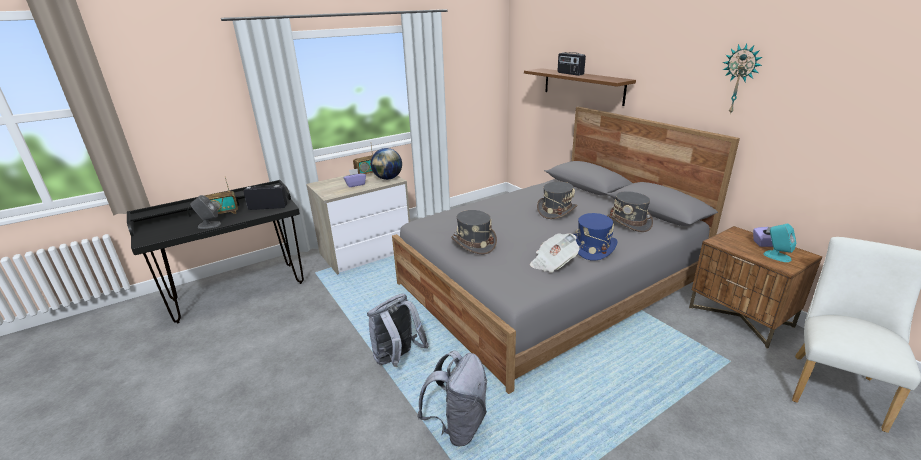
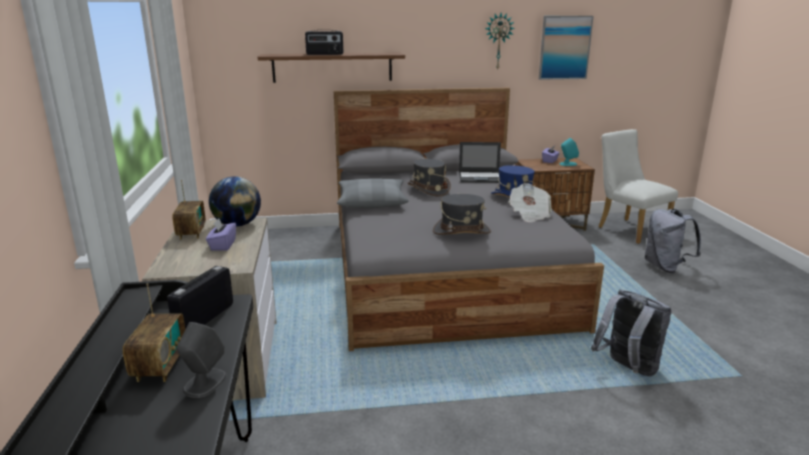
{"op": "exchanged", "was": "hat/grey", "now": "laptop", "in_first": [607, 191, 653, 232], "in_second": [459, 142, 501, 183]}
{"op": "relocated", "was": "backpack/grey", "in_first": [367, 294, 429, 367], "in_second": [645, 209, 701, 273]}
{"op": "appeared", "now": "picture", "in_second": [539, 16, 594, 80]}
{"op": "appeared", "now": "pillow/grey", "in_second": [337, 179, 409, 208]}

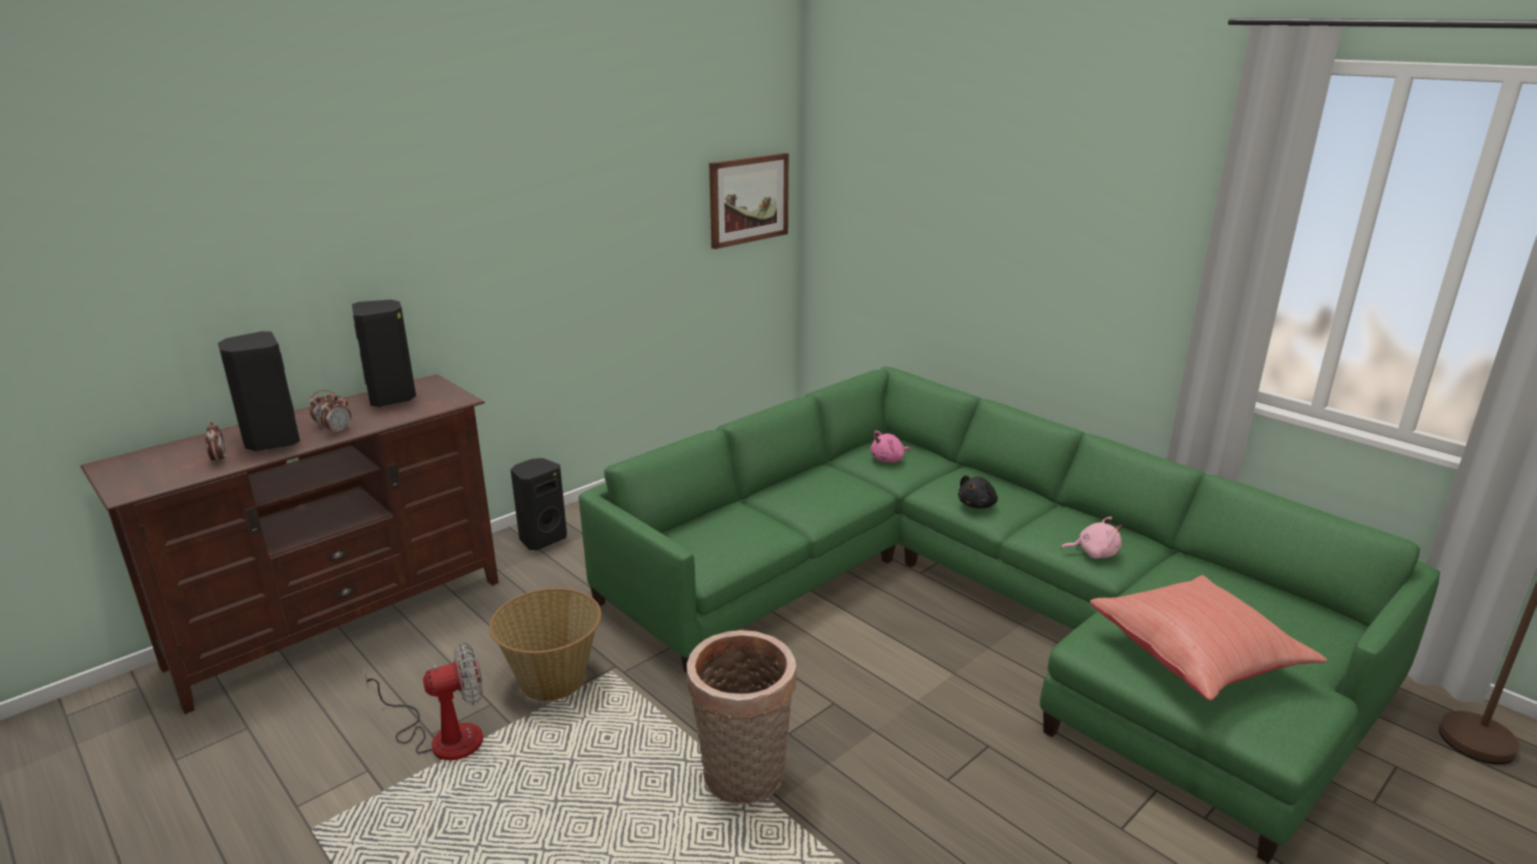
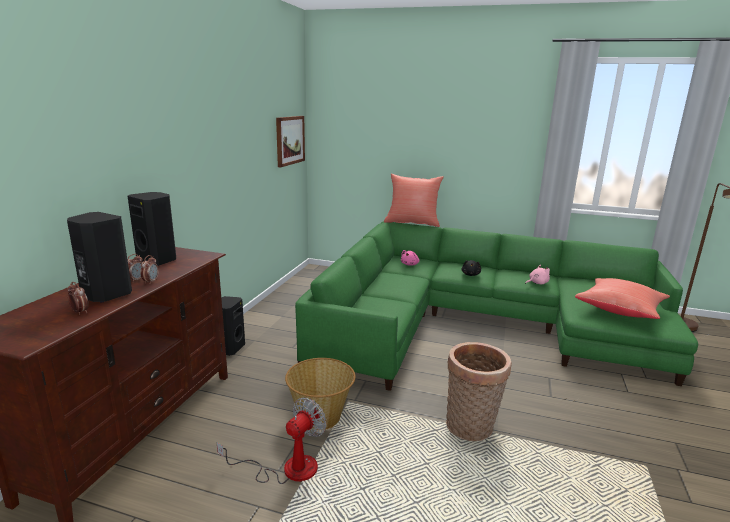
{"op": "appeared", "now": "pillow/red", "in_second": [384, 174, 444, 227]}

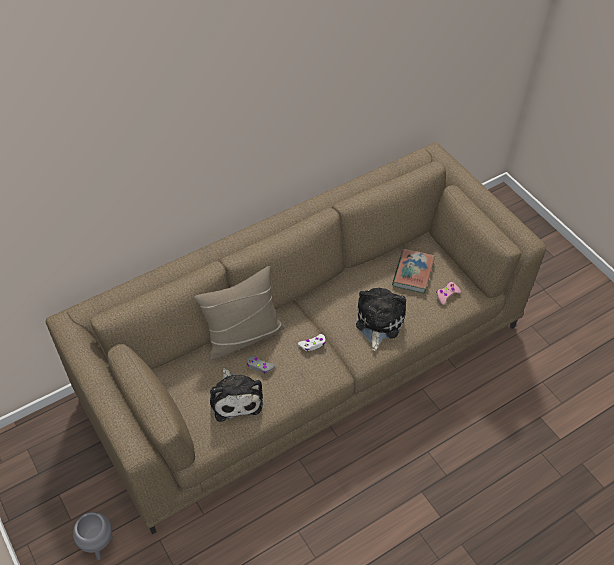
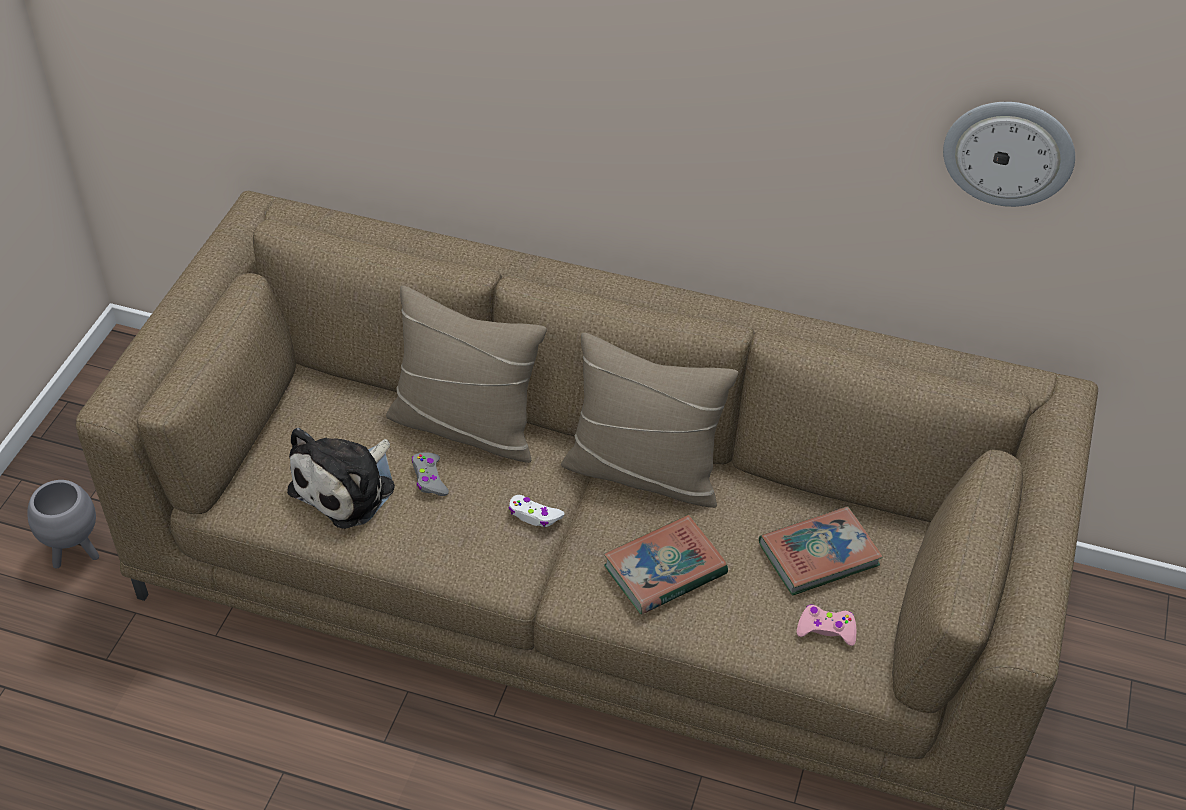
{"op": "exchanged", "was": "plush toy", "now": "book", "in_first": [356, 287, 406, 351], "in_second": [604, 515, 728, 615]}
{"op": "appeared", "now": "wall clock", "in_second": [943, 102, 1075, 207]}
{"op": "appeared", "now": "pillow/beige", "in_second": [561, 332, 738, 508]}

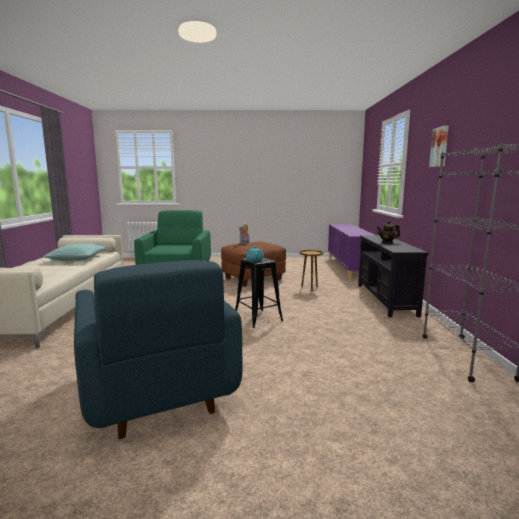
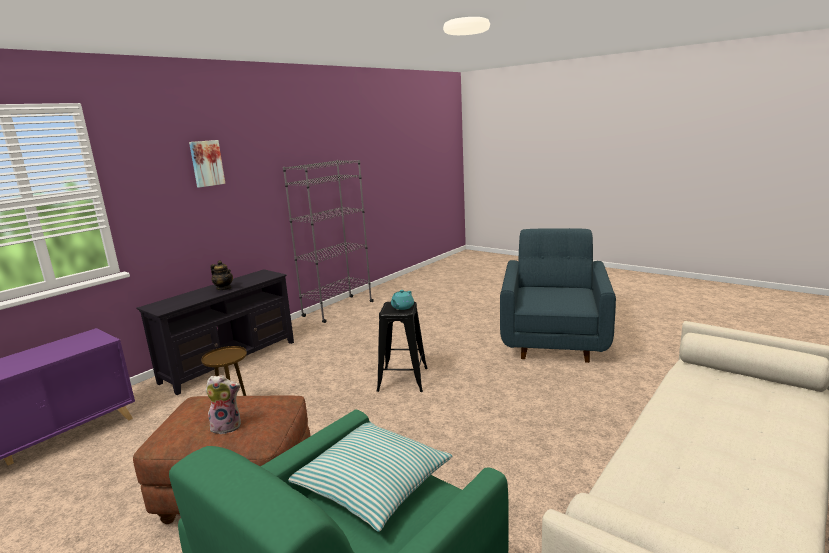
{"op": "relocated", "was": "pillow", "in_first": [43, 243, 107, 261], "in_second": [288, 422, 452, 532]}

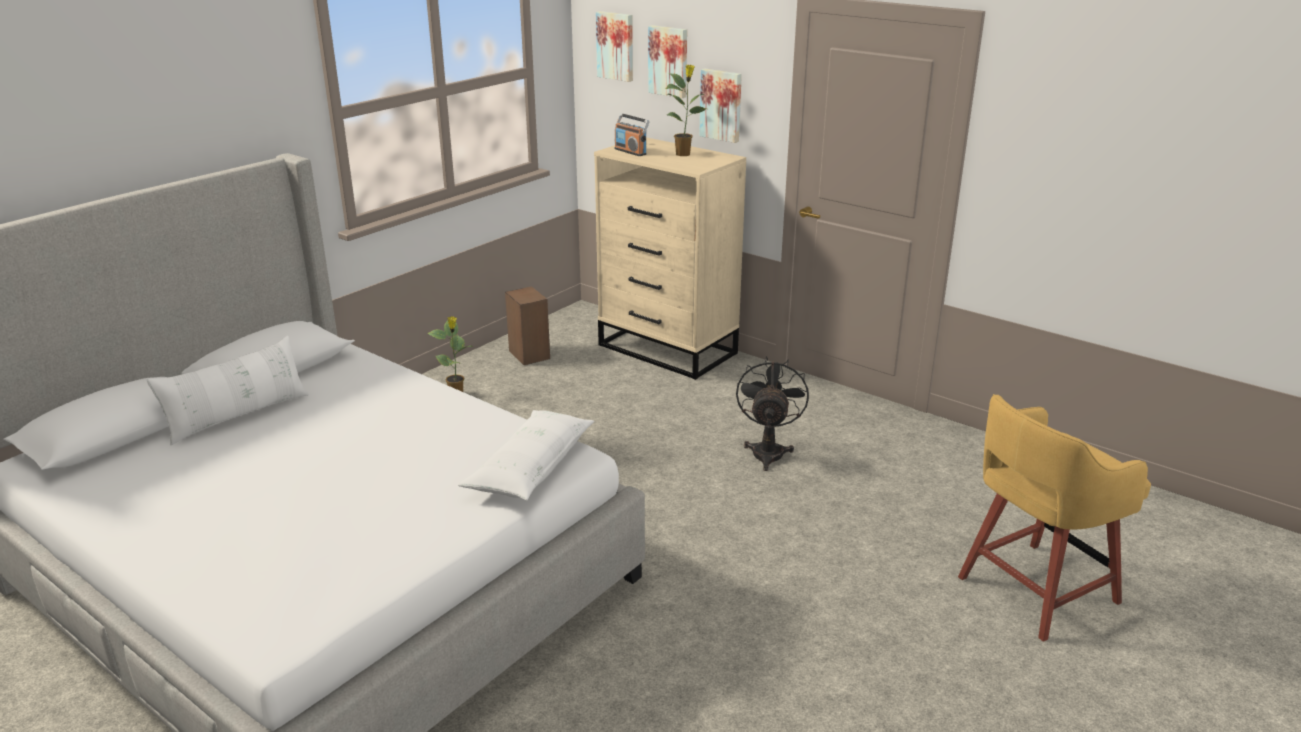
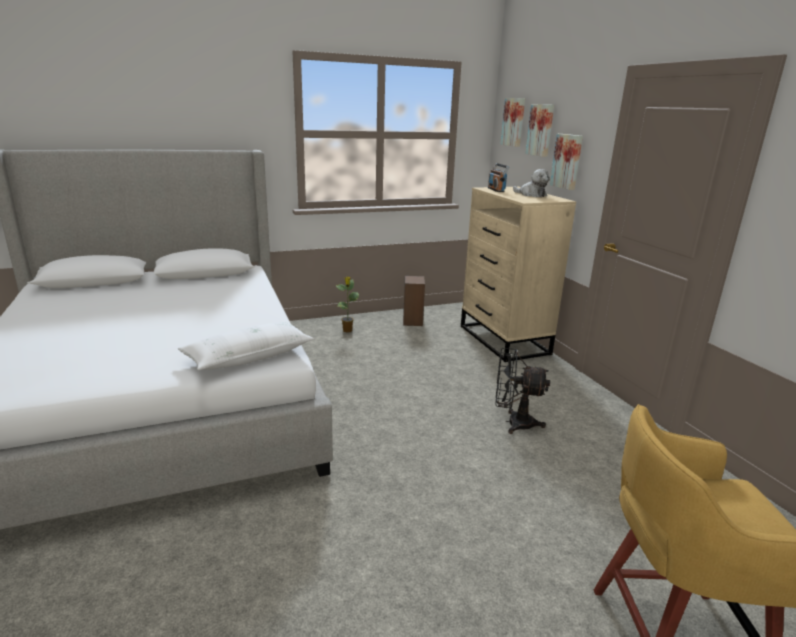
{"op": "exchanged", "was": "potted plant", "now": "plush toy", "in_first": [665, 65, 707, 156], "in_second": [513, 169, 550, 197]}
{"op": "missing", "was": "pillow/white", "in_first": [146, 336, 309, 445]}
{"op": "spun", "was": "fan/black", "in_first": [736, 356, 809, 471], "in_second": [496, 348, 550, 434], "clockwise": -120}

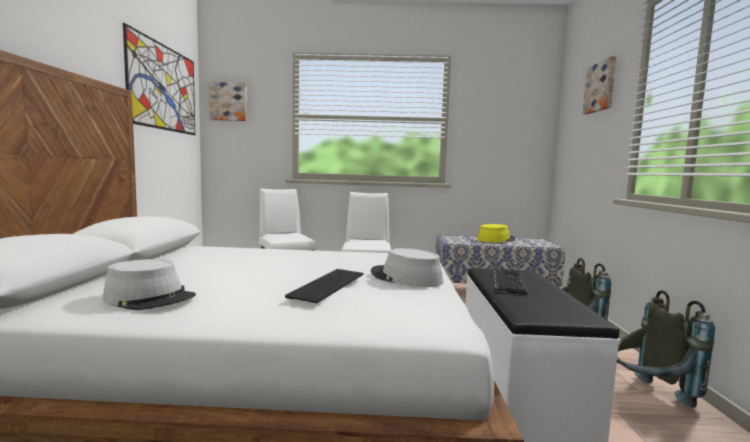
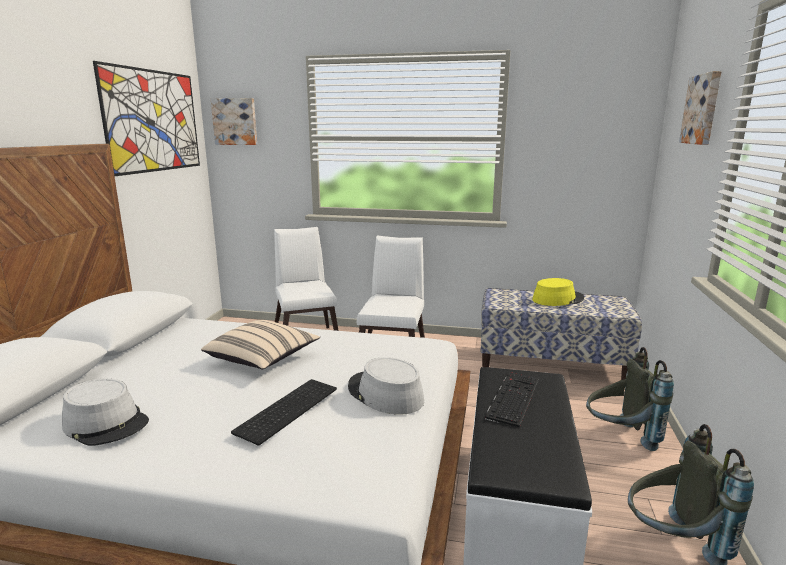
{"op": "appeared", "now": "pillow/beige", "in_second": [201, 320, 320, 370]}

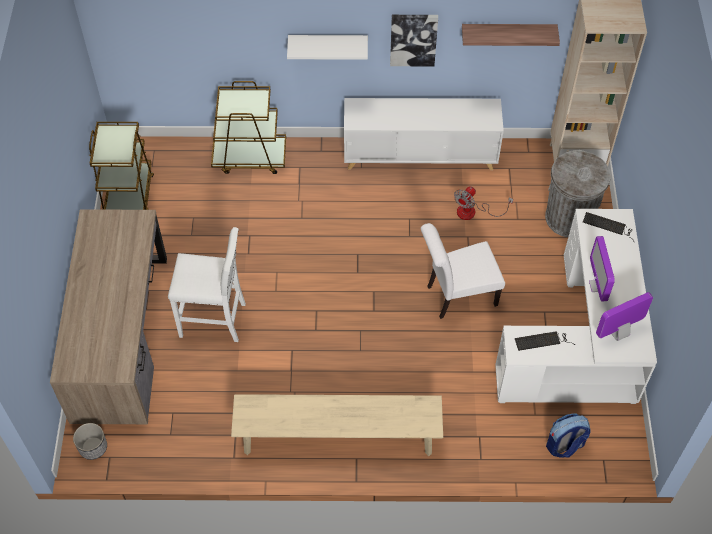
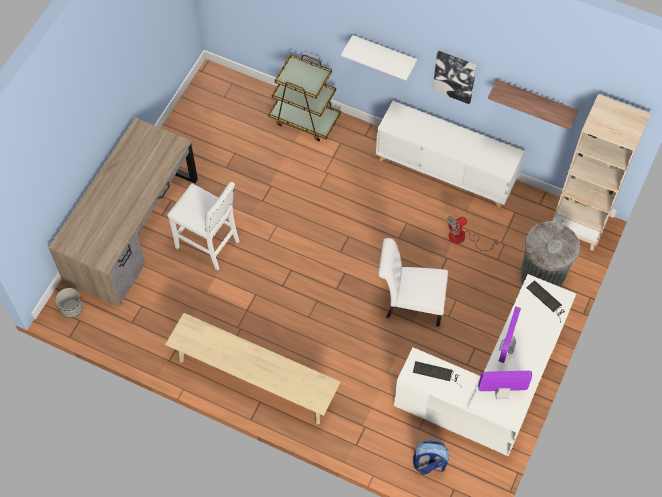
{"op": "missing", "was": "cart/brown", "in_first": [89, 122, 154, 210]}

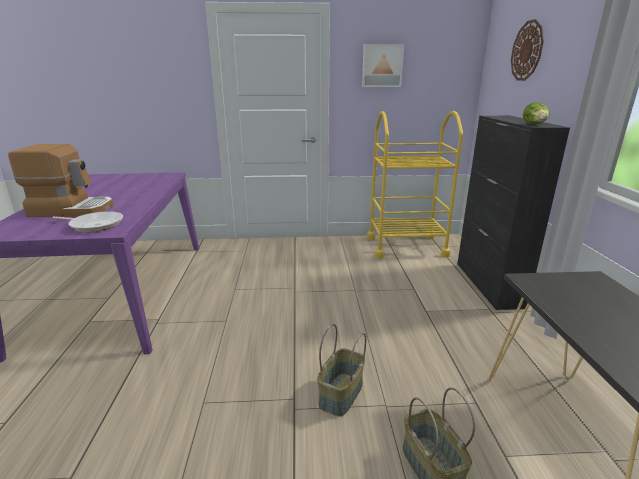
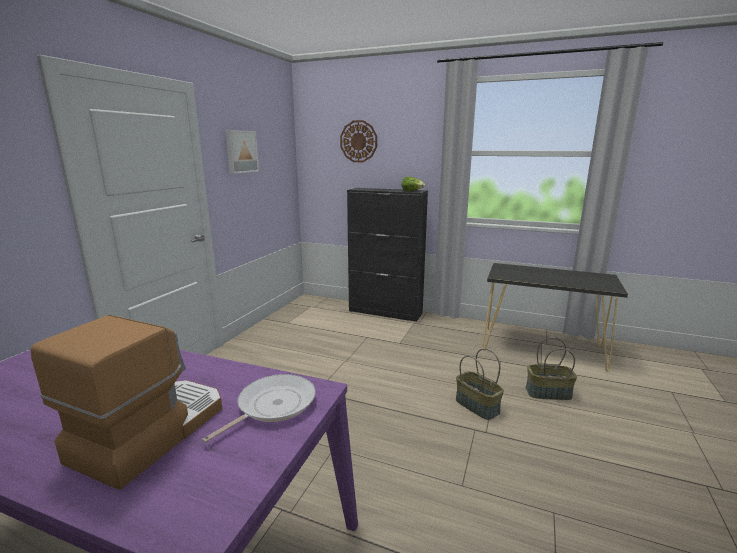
{"op": "missing", "was": "cart/yellow", "in_first": [367, 111, 463, 259]}

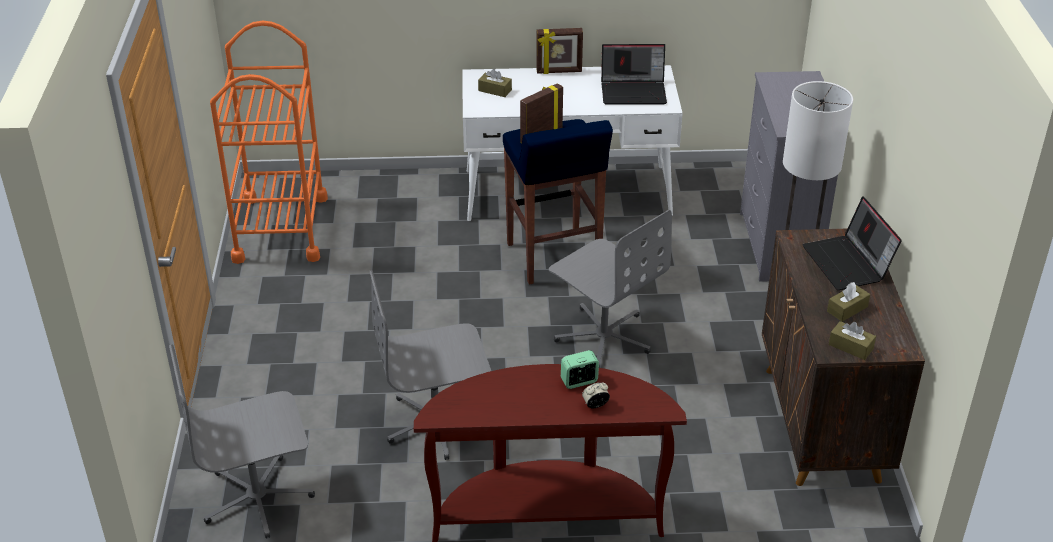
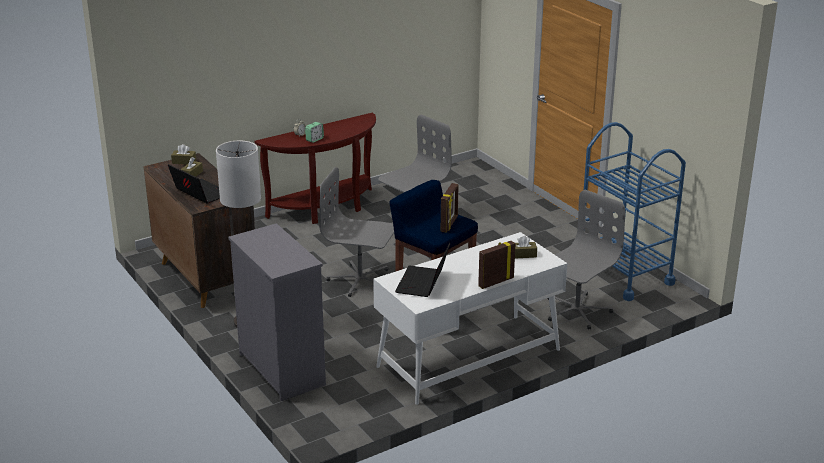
{"op": "colour", "was": "cart/orange", "now": "cart/blue", "in_first": [210, 21, 328, 264], "in_second": [584, 122, 686, 301]}
{"op": "spun", "was": "laptop", "in_first": [601, 44, 667, 105], "in_second": [395, 243, 450, 297], "clockwise": -45}
{"op": "relocated", "was": "office chair/grey", "in_first": [169, 344, 315, 539], "in_second": [547, 190, 625, 330]}

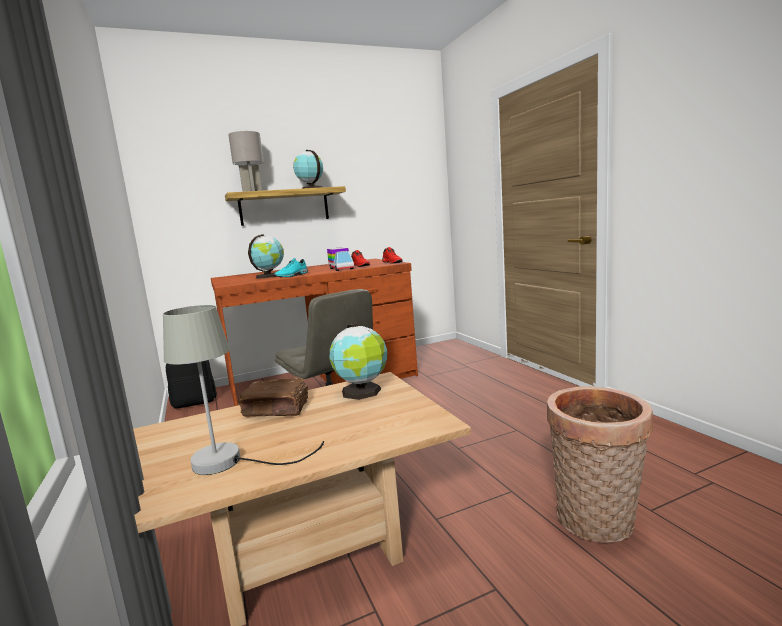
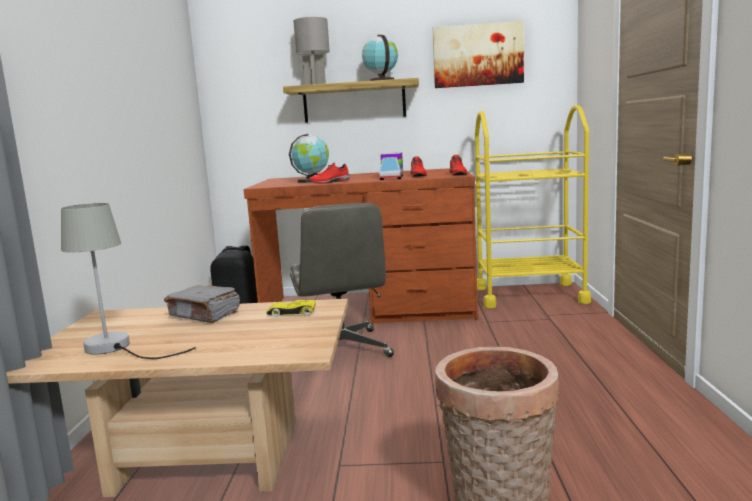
{"op": "colour", "was": "shoe/turquoise", "now": "shoe/red", "in_first": [274, 258, 308, 277], "in_second": [309, 162, 350, 184]}
{"op": "exchanged", "was": "globe", "now": "toy car/yellow", "in_first": [330, 324, 387, 400], "in_second": [266, 300, 316, 317]}
{"op": "colour", "was": "book/brown", "now": "book/grey", "in_first": [237, 378, 308, 417], "in_second": [164, 285, 240, 323]}
{"op": "appeared", "now": "picture", "in_second": [432, 21, 524, 88]}
{"op": "appeared", "now": "cart/yellow", "in_second": [475, 105, 591, 308]}

